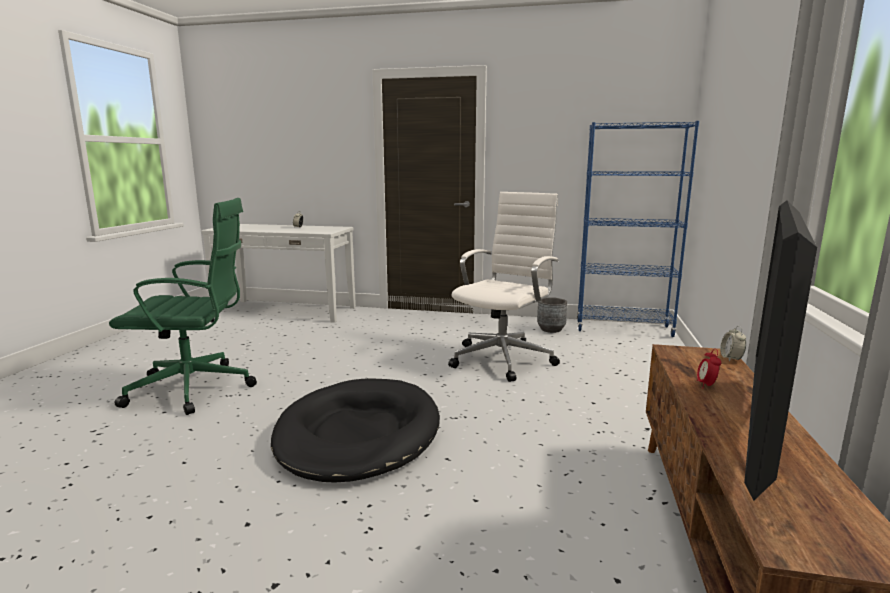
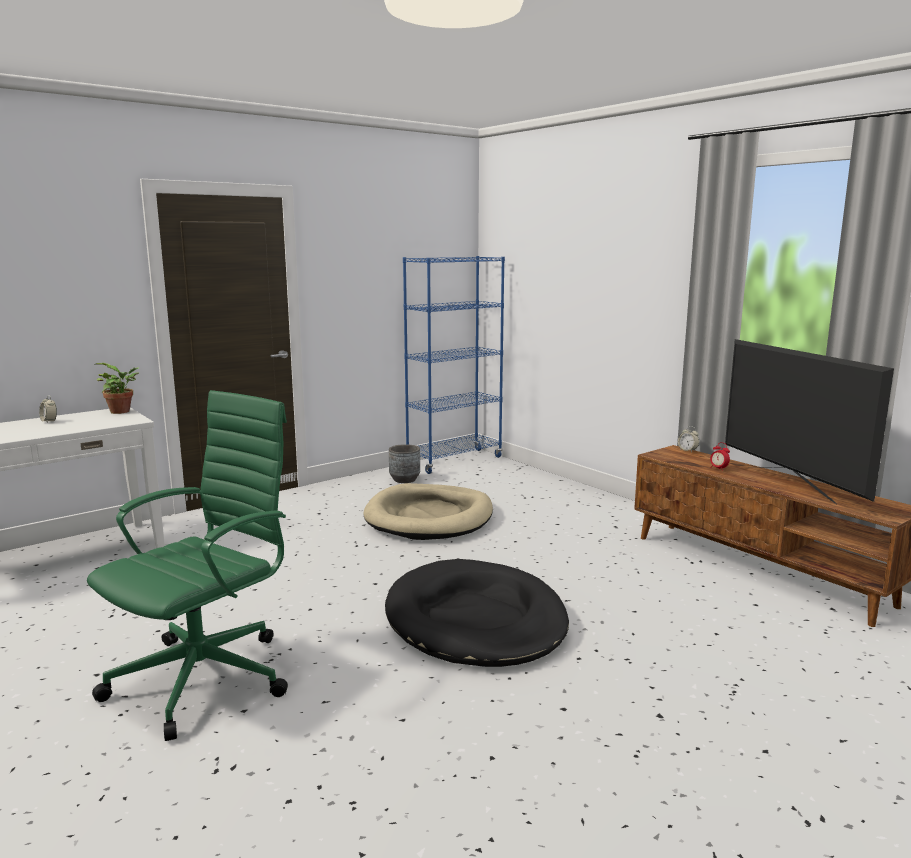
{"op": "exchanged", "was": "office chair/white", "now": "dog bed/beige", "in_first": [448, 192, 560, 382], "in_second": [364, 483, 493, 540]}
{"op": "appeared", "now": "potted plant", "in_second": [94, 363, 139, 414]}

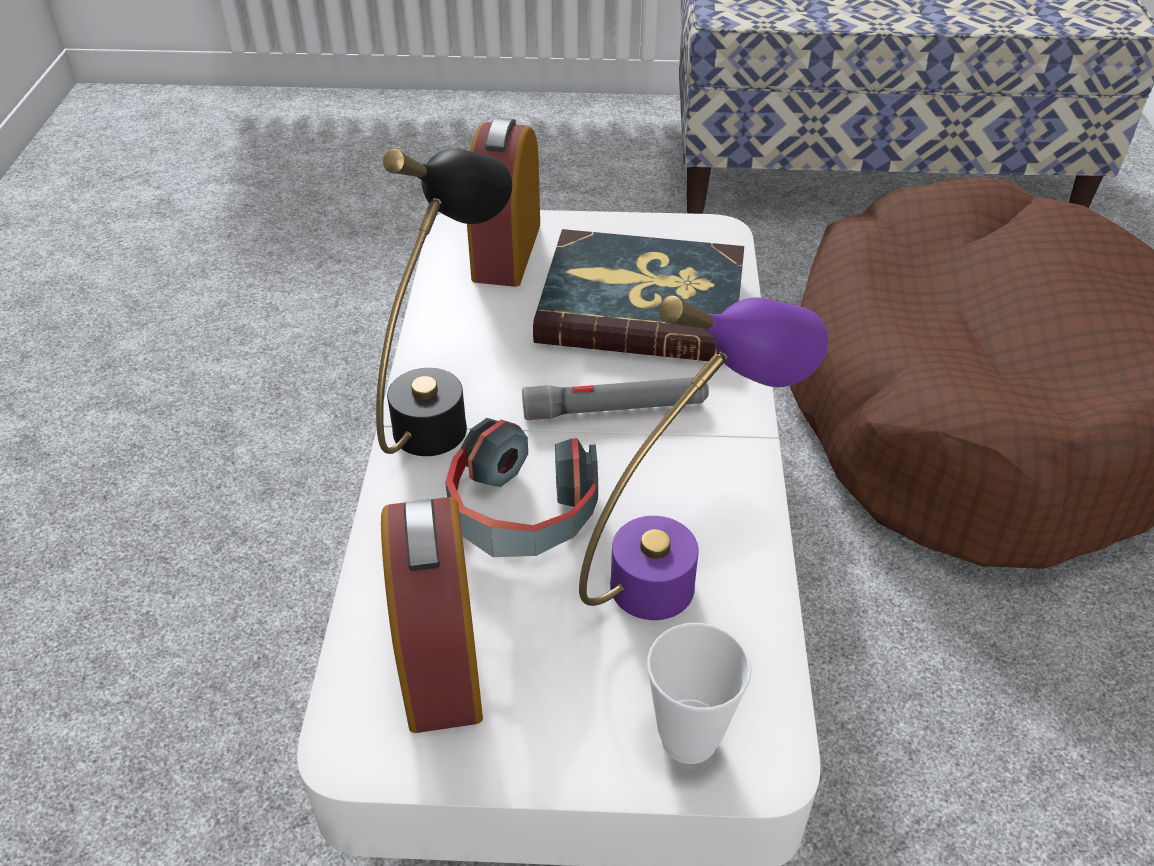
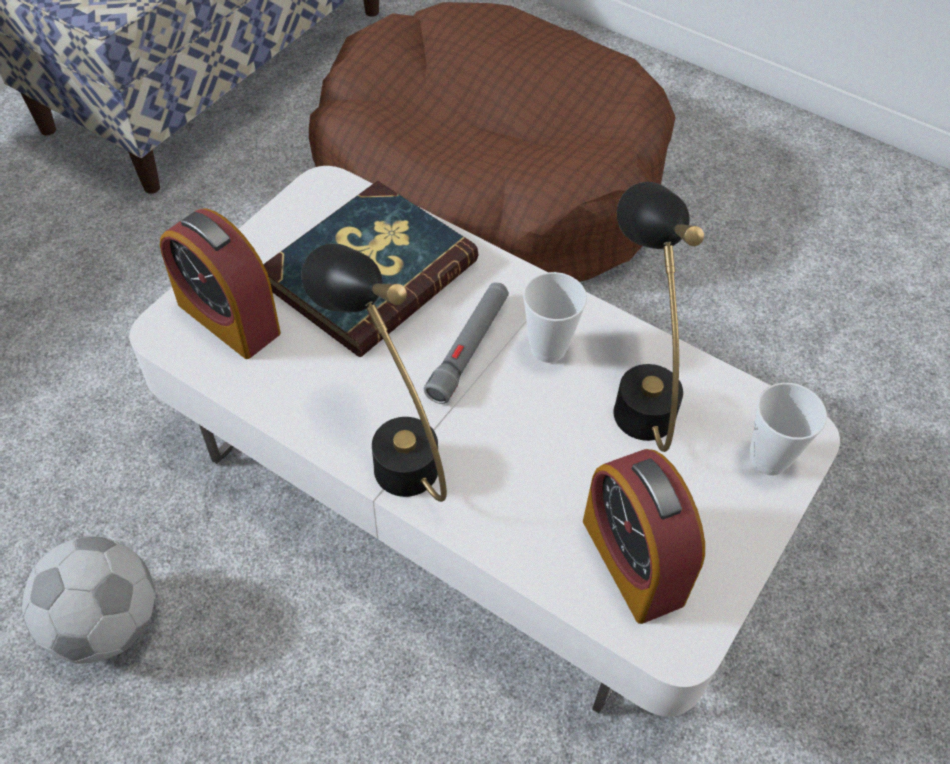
{"op": "colour", "was": "table lamp/purple", "now": "table lamp/black", "in_first": [579, 296, 828, 620], "in_second": [613, 182, 704, 452]}
{"op": "missing", "was": "headphones", "in_first": [445, 418, 598, 557]}
{"op": "spun", "was": "alarm clock", "in_first": [381, 497, 483, 733], "in_second": [583, 449, 705, 624], "clockwise": 45}
{"op": "appeared", "now": "cup", "in_second": [523, 272, 587, 363]}
{"op": "appeared", "now": "football", "in_second": [22, 536, 155, 664]}

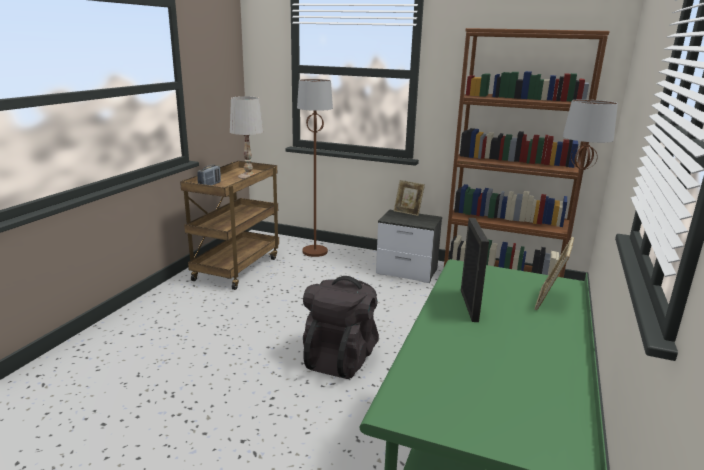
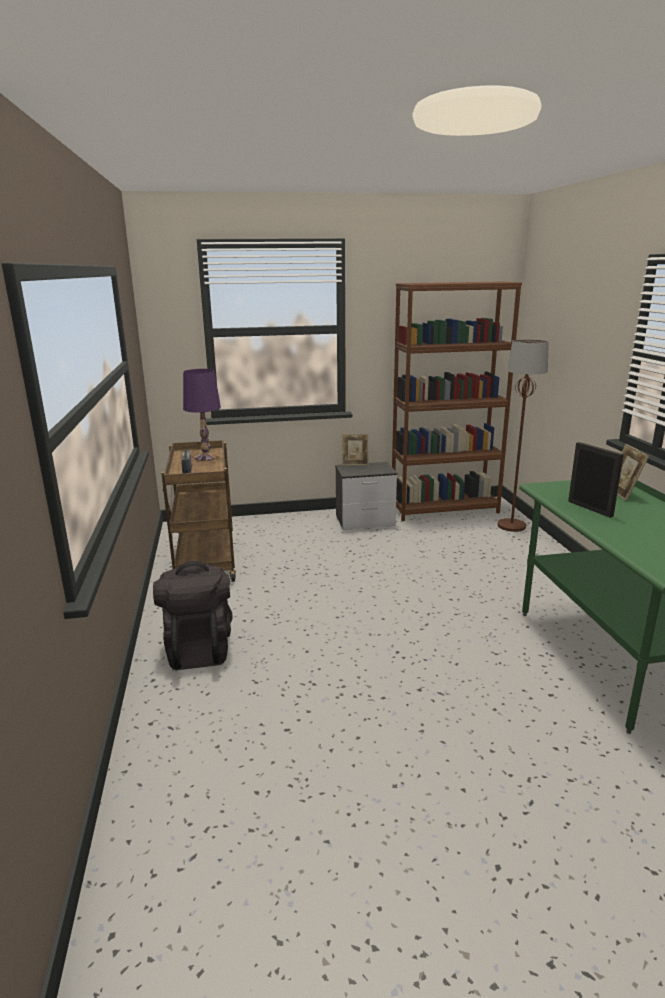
{"op": "missing", "was": "floor lamp/brown", "in_first": [297, 79, 333, 257]}
{"op": "colour", "was": "table lamp/white", "now": "table lamp/purple", "in_first": [230, 96, 263, 179], "in_second": [183, 369, 221, 461]}
{"op": "relocated", "was": "backpack/black", "in_first": [303, 276, 379, 379], "in_second": [153, 561, 233, 670]}

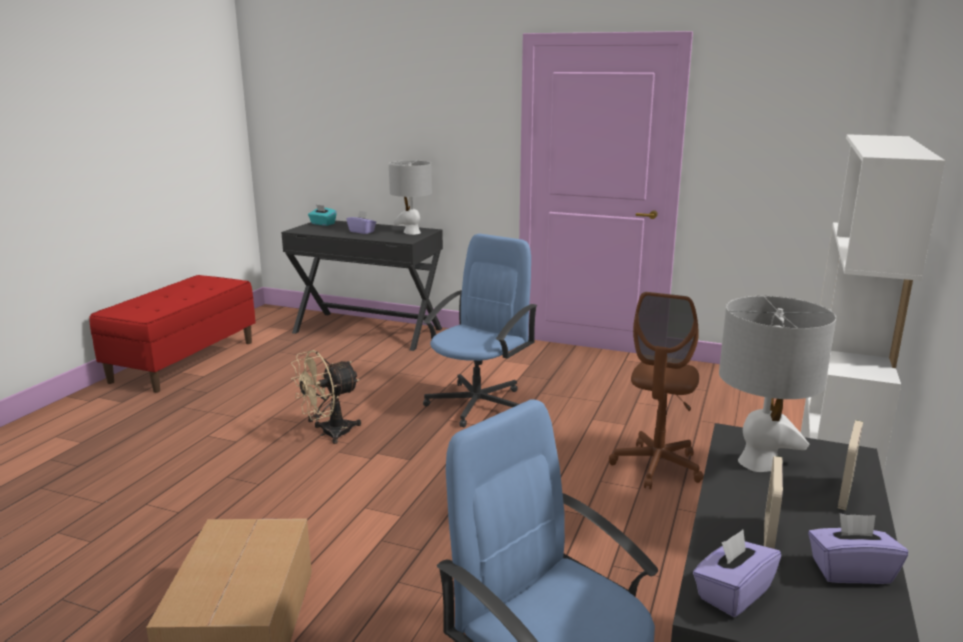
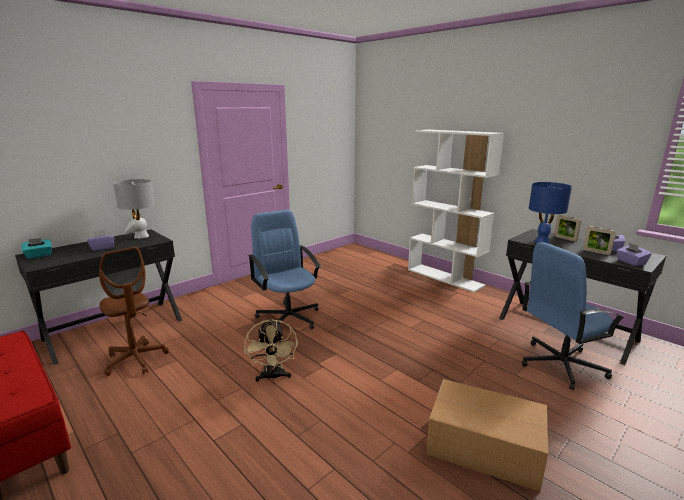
{"op": "relocated", "was": "office chair/brown", "in_first": [609, 292, 704, 489], "in_second": [99, 247, 169, 376]}
{"op": "colour", "was": "table lamp/grey", "now": "table lamp/blue", "in_first": [719, 296, 836, 472], "in_second": [529, 182, 572, 244]}

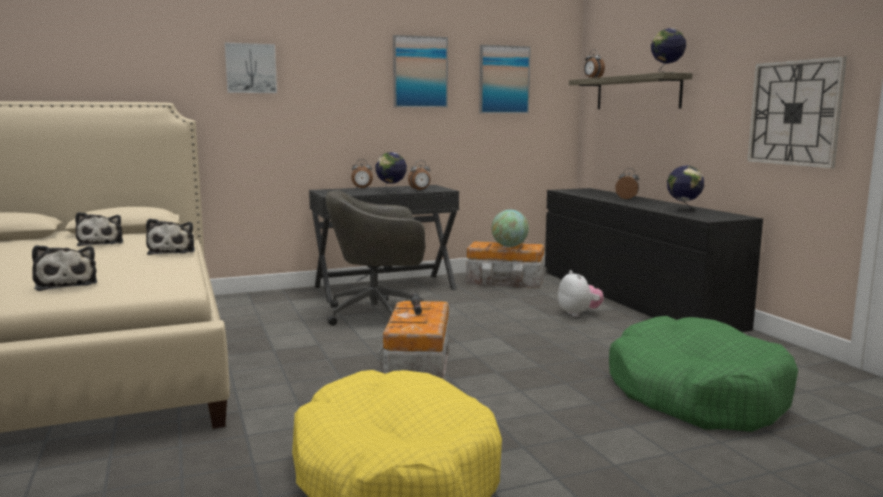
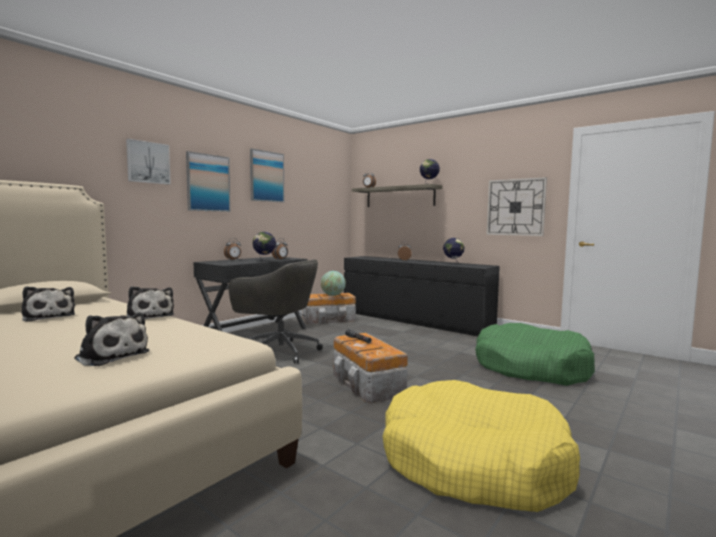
{"op": "relocated", "was": "picture", "in_first": [479, 45, 531, 113], "in_second": [186, 151, 231, 212]}
{"op": "spun", "was": "office chair/grey", "in_first": [326, 190, 425, 326], "in_second": [229, 259, 323, 364], "clockwise": -120}
{"op": "missing", "was": "plush toy", "in_first": [558, 270, 604, 317]}

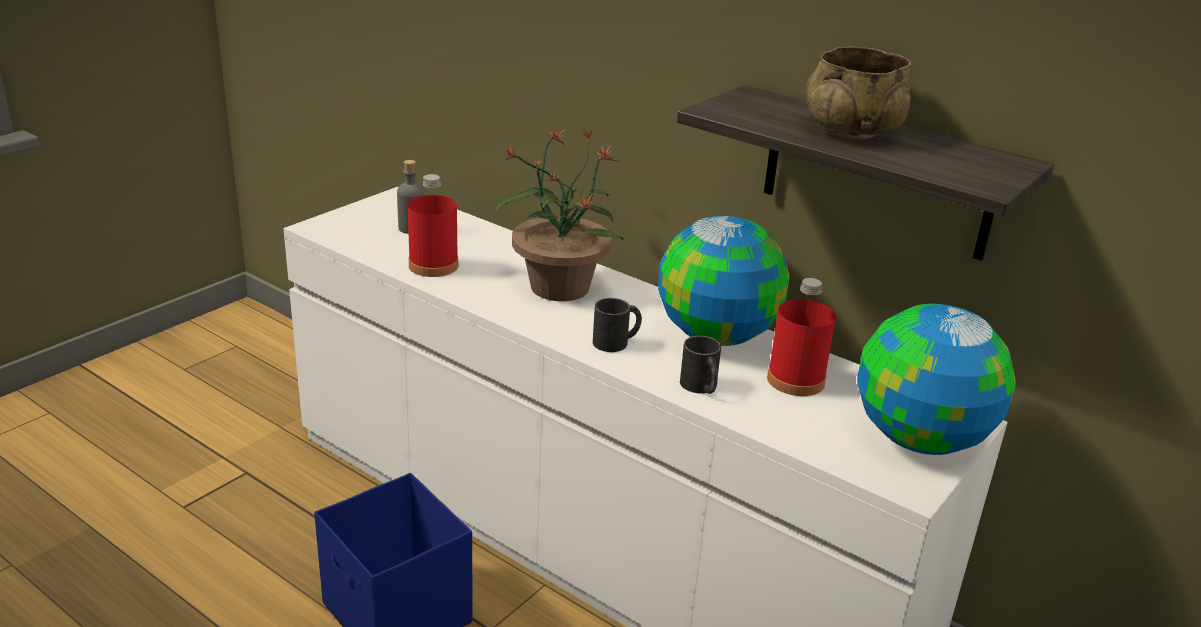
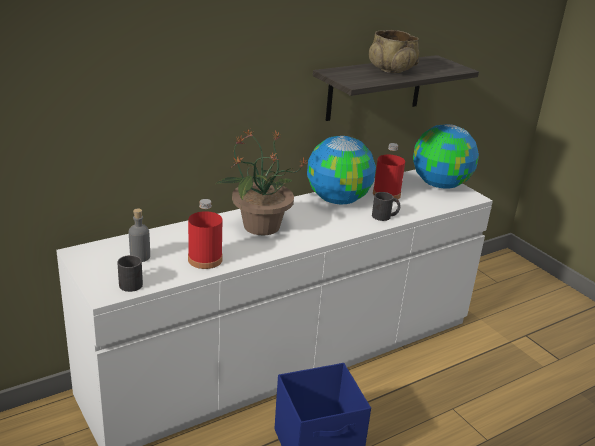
{"op": "relocated", "was": "mug/black", "in_first": [593, 298, 642, 352], "in_second": [117, 255, 143, 292]}

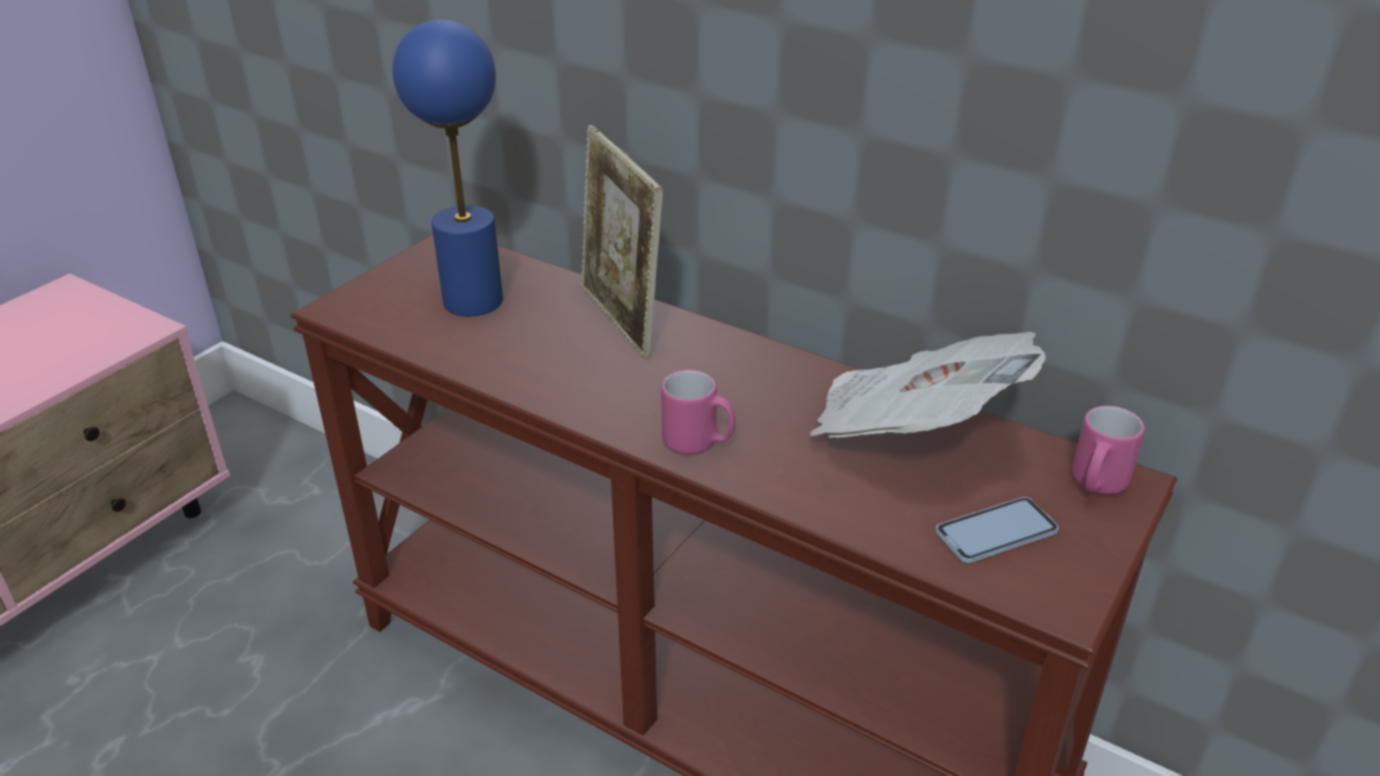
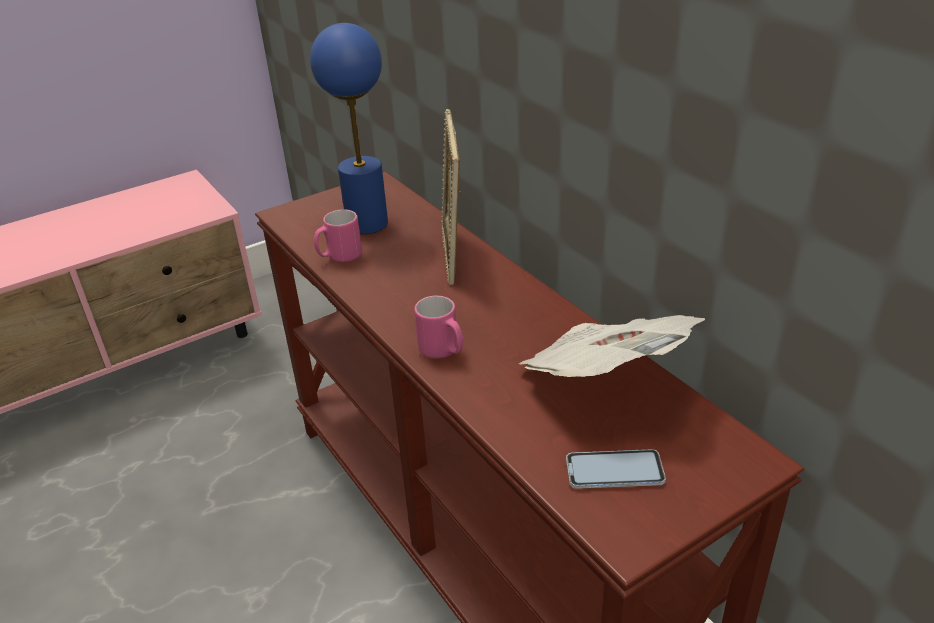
{"op": "relocated", "was": "mug/pink", "in_first": [1072, 406, 1145, 494], "in_second": [314, 209, 362, 262]}

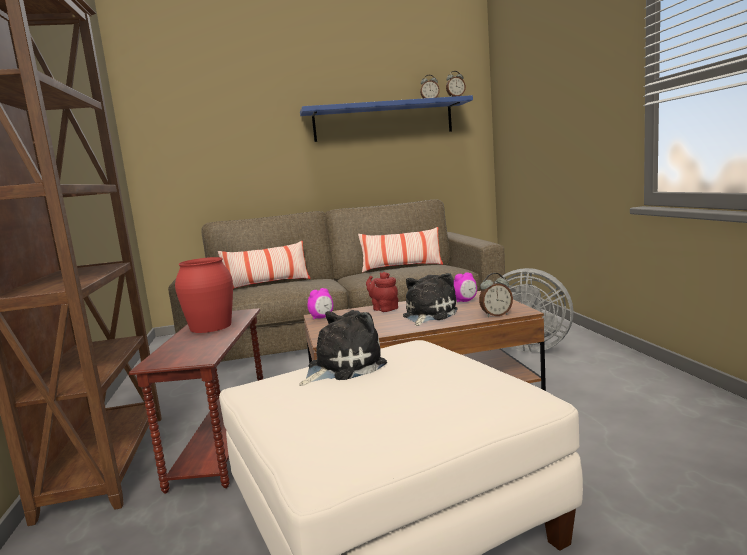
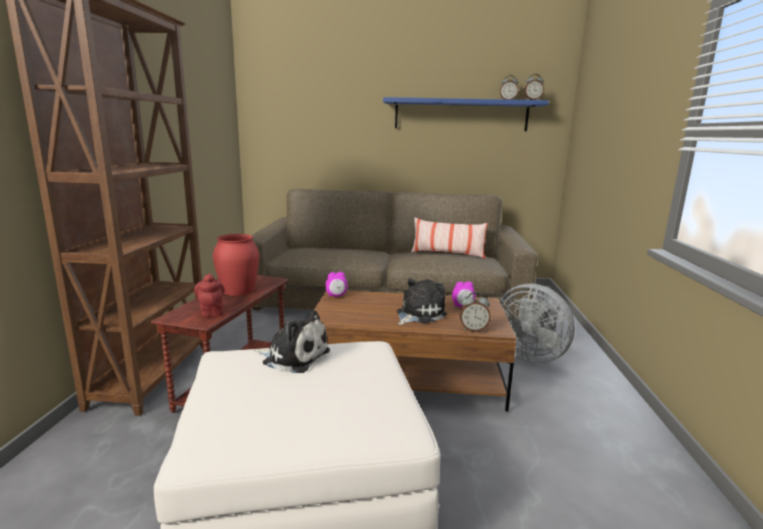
{"op": "missing", "was": "pillow", "in_first": [218, 241, 311, 289]}
{"op": "relocated", "was": "teapot/red", "in_first": [366, 272, 398, 312], "in_second": [194, 274, 225, 317]}
{"op": "spun", "was": "plush toy", "in_first": [299, 310, 387, 386], "in_second": [253, 310, 330, 373], "clockwise": 45}

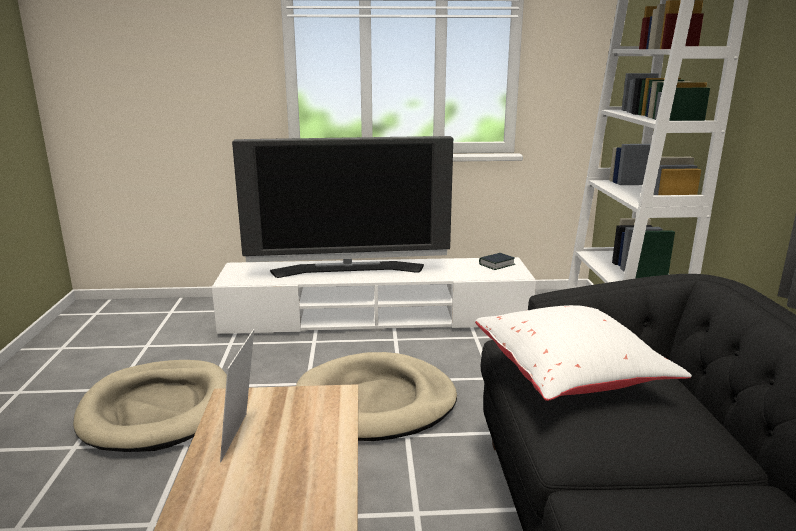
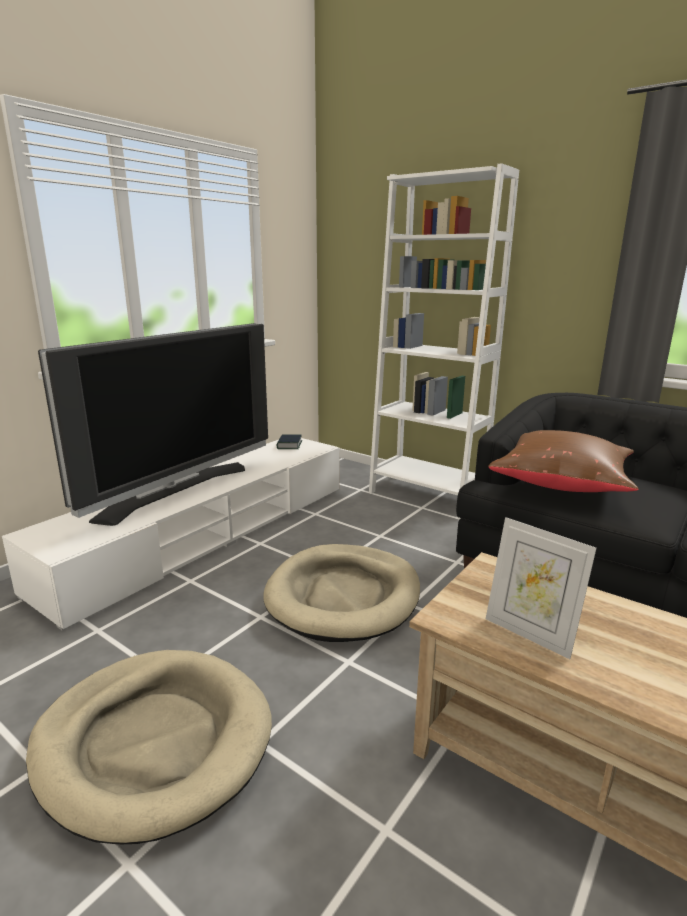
{"op": "colour", "was": "pillow/white", "now": "pillow/brown", "in_first": [475, 305, 692, 401], "in_second": [488, 430, 639, 492]}

